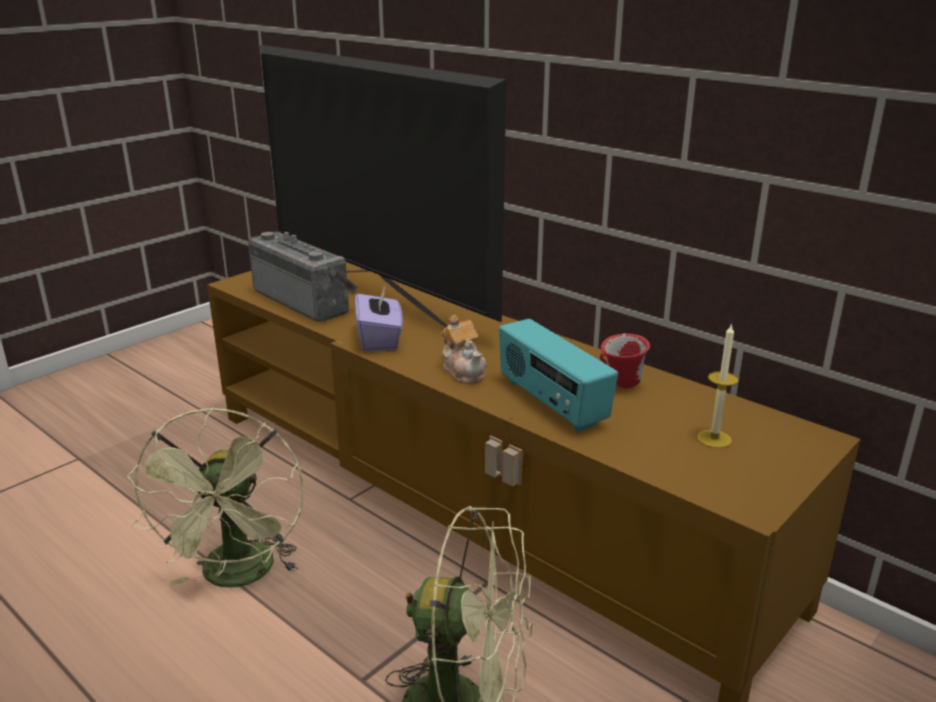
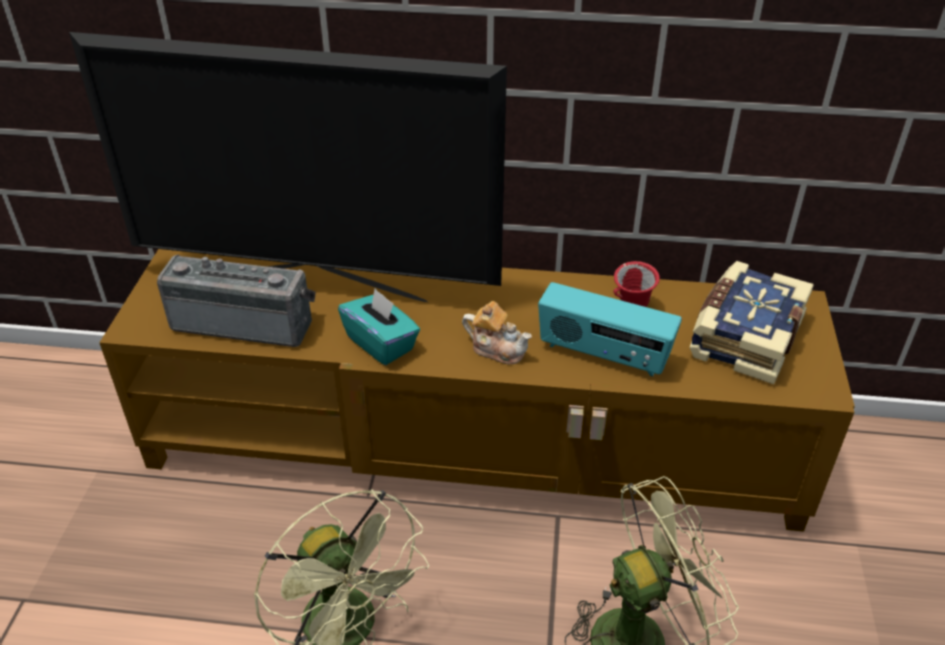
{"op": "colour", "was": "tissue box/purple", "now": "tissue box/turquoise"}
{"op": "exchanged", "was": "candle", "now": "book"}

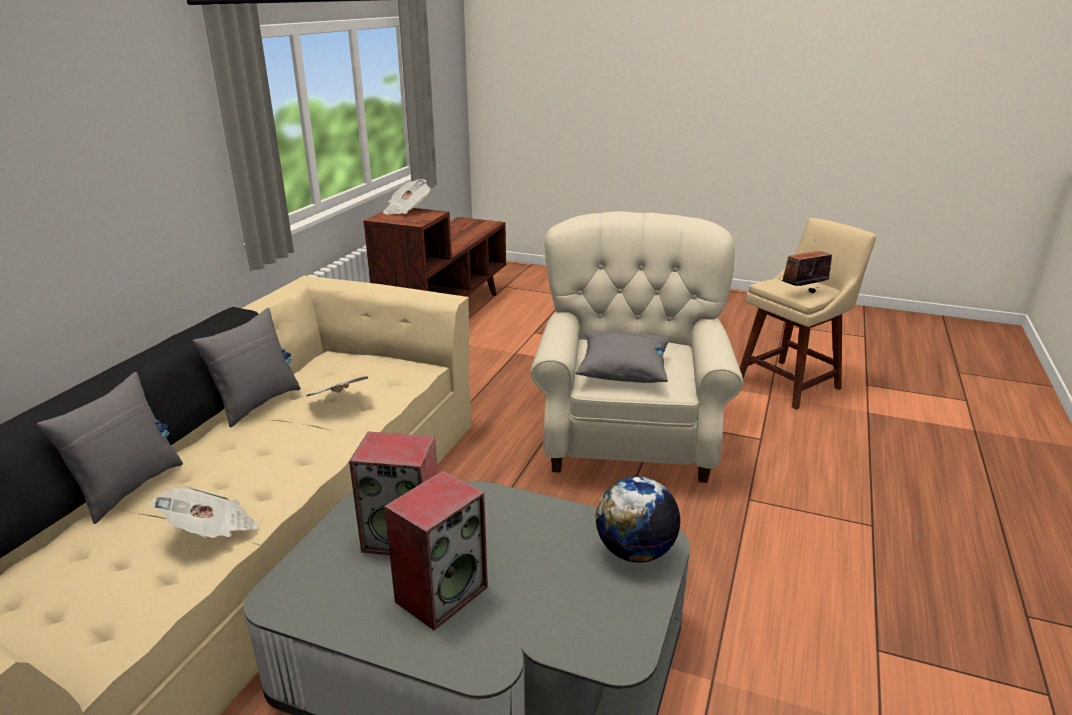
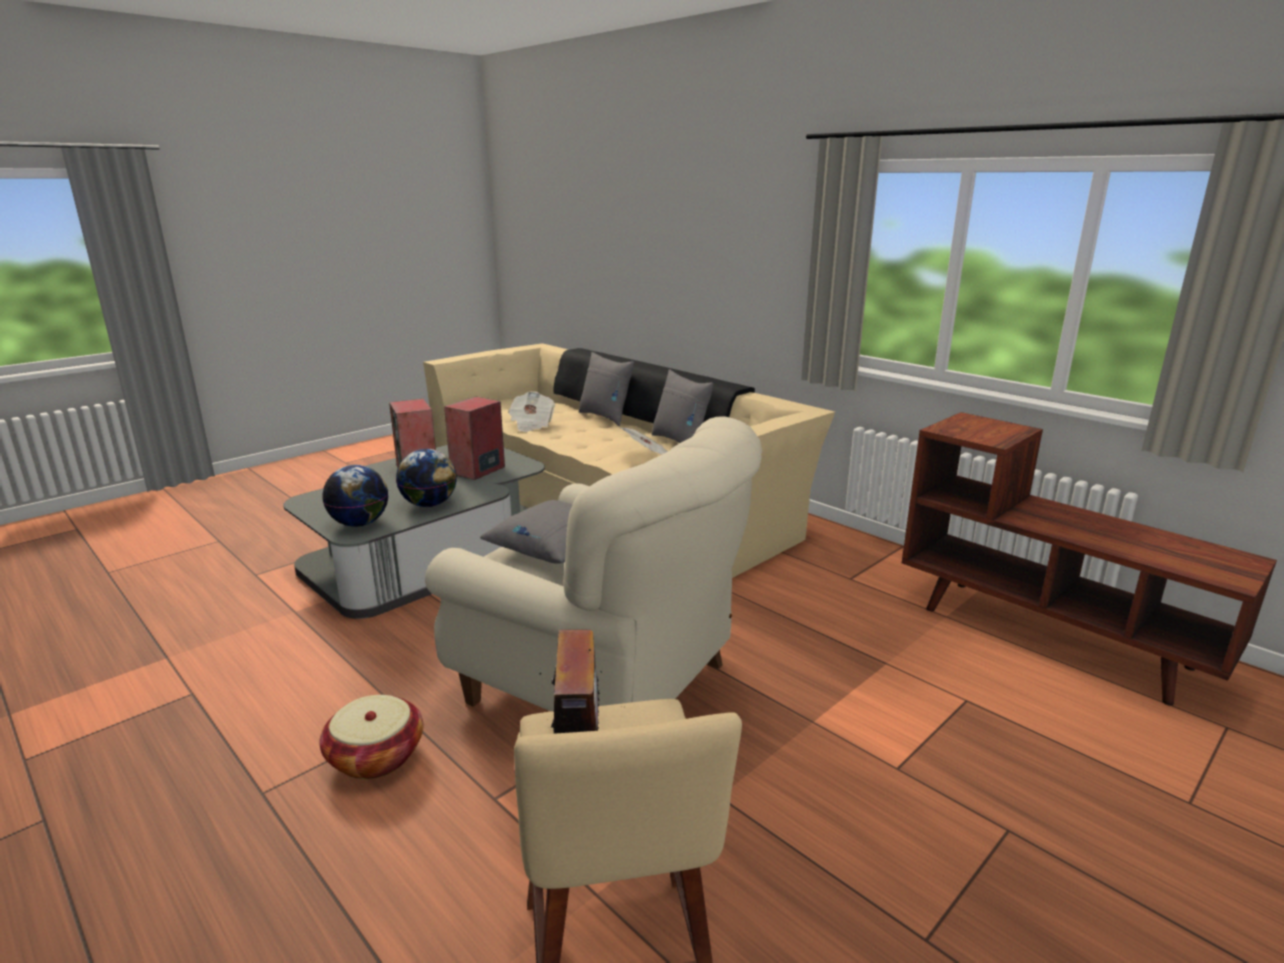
{"op": "missing", "was": "newspaper (no. 3 from left)"}
{"op": "appeared", "now": "globe (no. 2 from left)"}
{"op": "appeared", "now": "basket"}

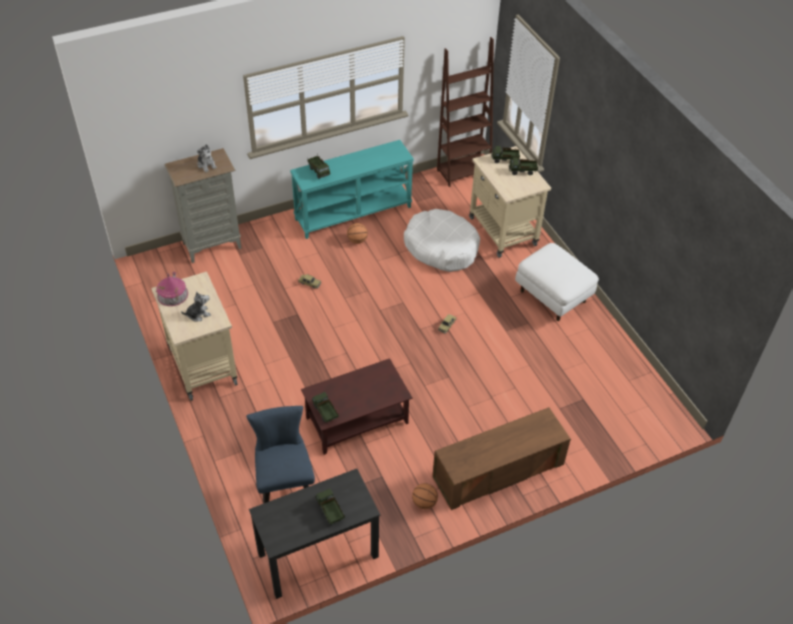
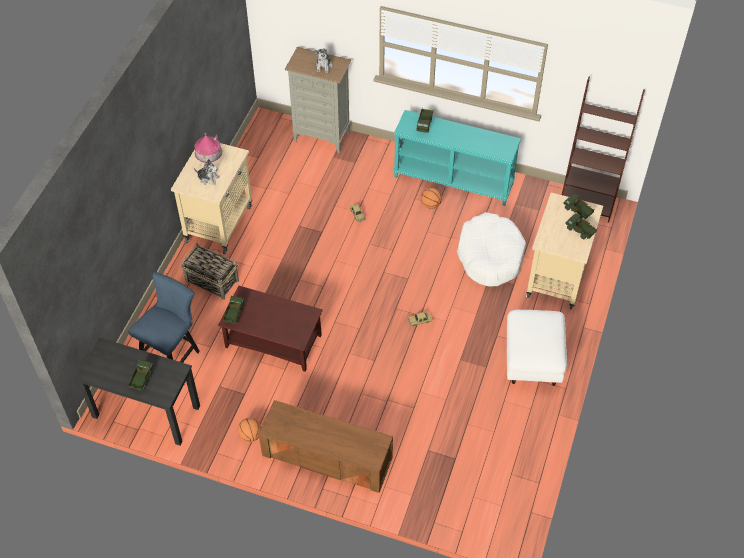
{"op": "appeared", "now": "basket"}

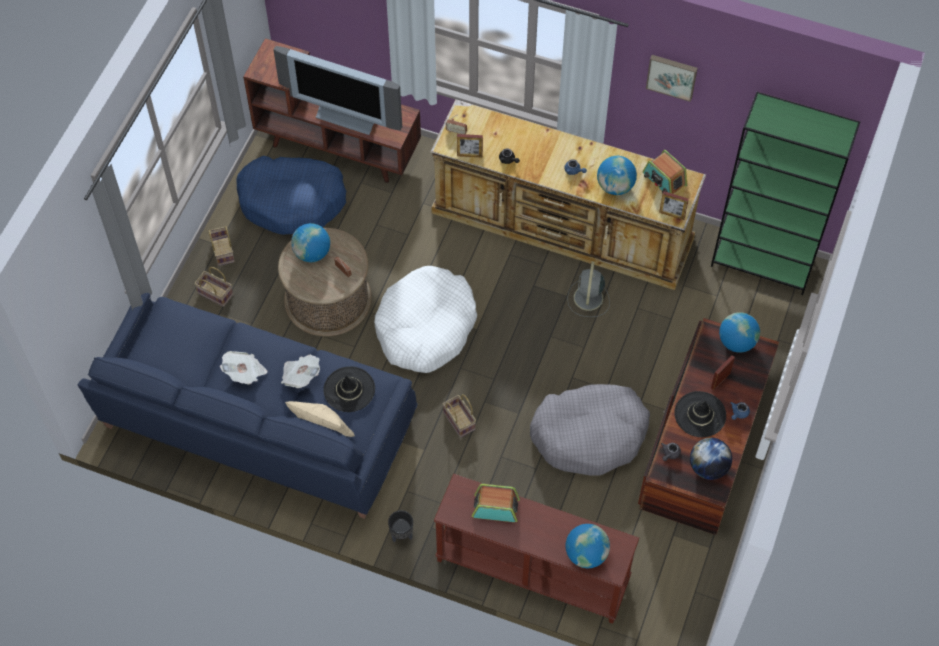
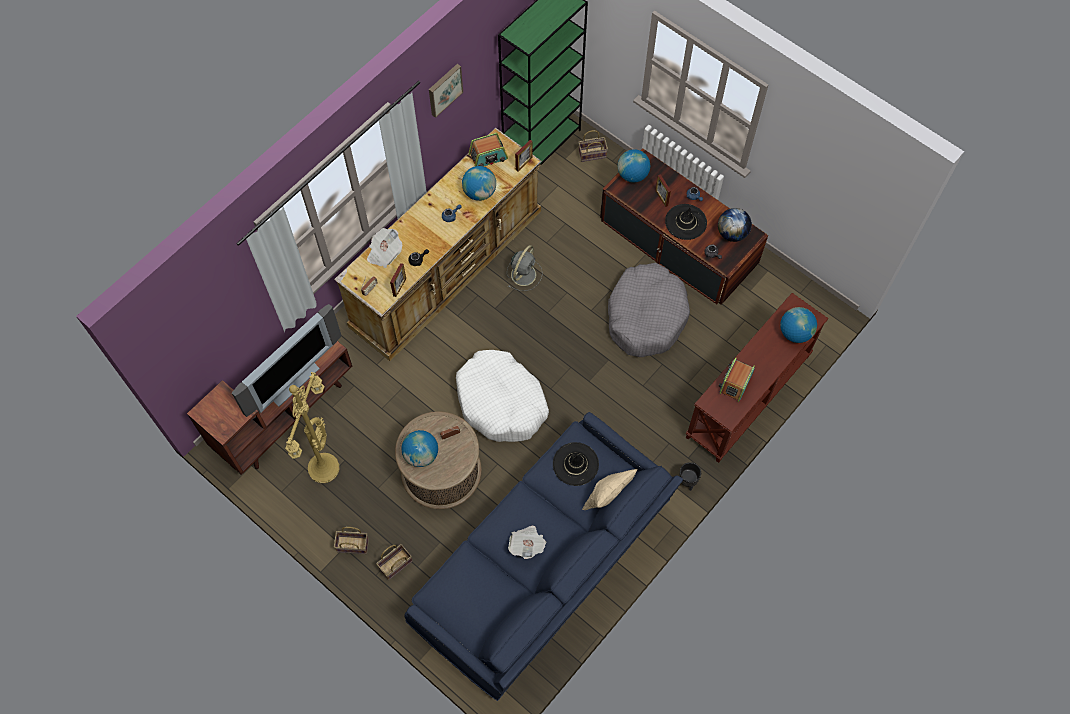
{"op": "exchanged", "was": "dog bed/blue", "now": "floor lamp/yellow"}
{"op": "spun", "was": "fan/grey", "clockwise": -90}
{"op": "relocated", "was": "newspaper (no. 2 from left in the first image)", "now": "newspaper (no. 1 from left)"}
{"op": "relocated", "was": "basket (no. 3 from left)"}

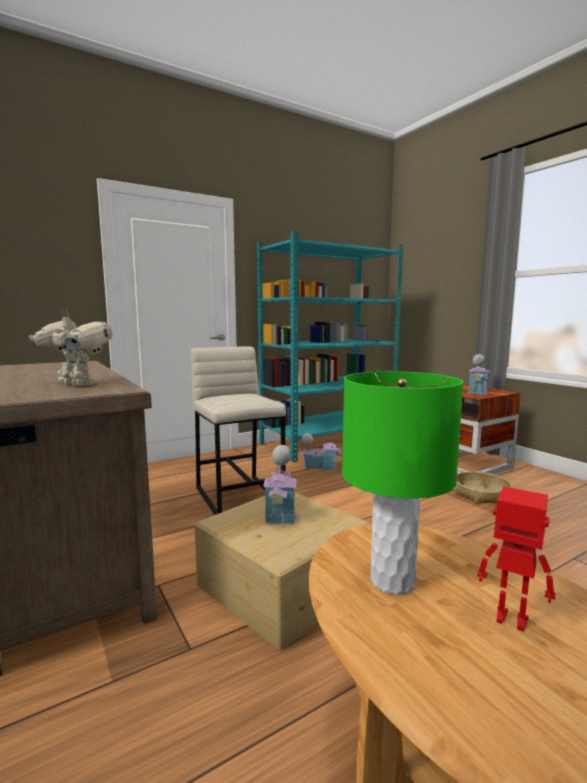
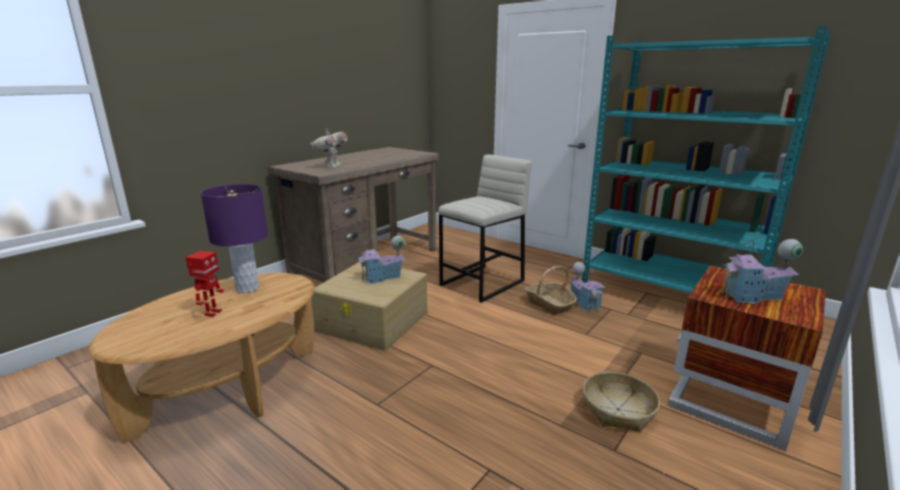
{"op": "colour", "was": "table lamp/green", "now": "table lamp/purple"}
{"op": "appeared", "now": "basket (no. 1 from left)"}

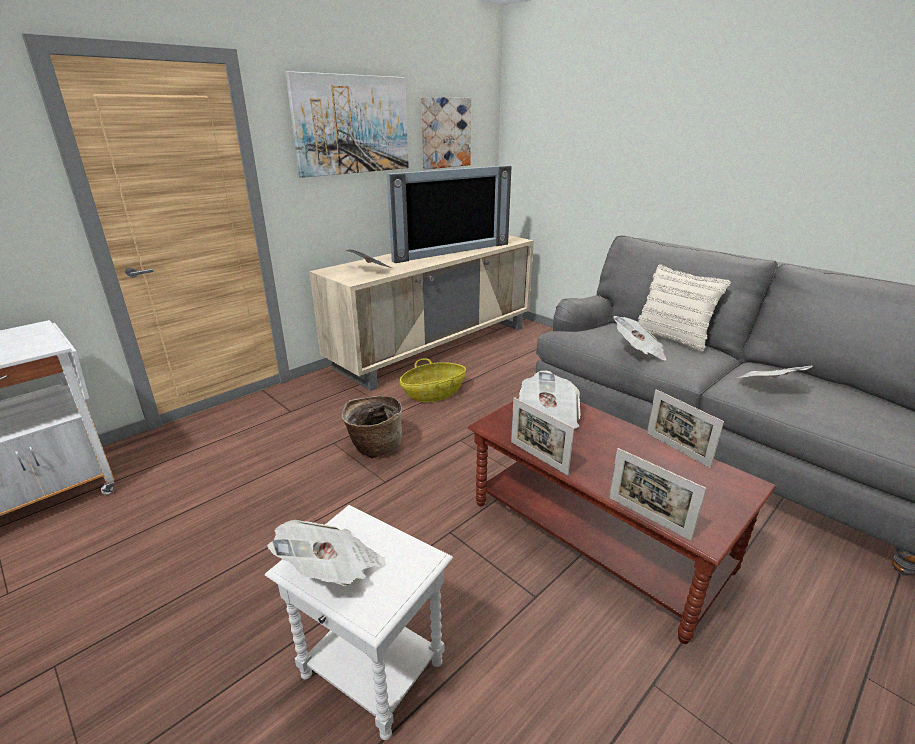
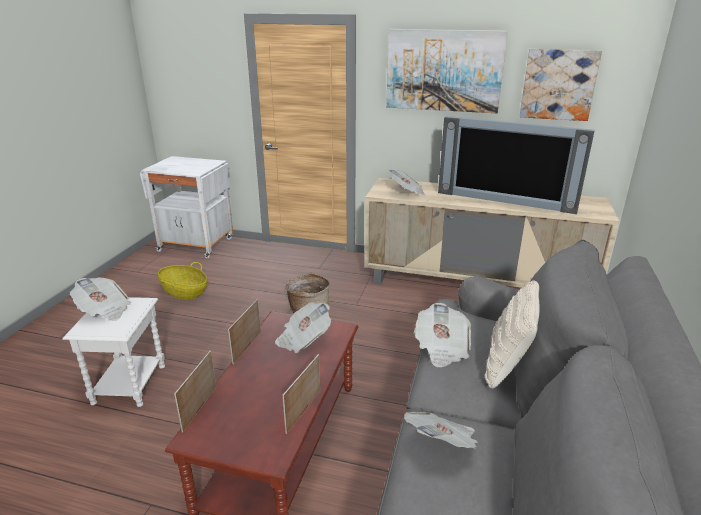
{"op": "relocated", "was": "basket (no. 2 from left in the first image)", "now": "basket (no. 1 from left)"}

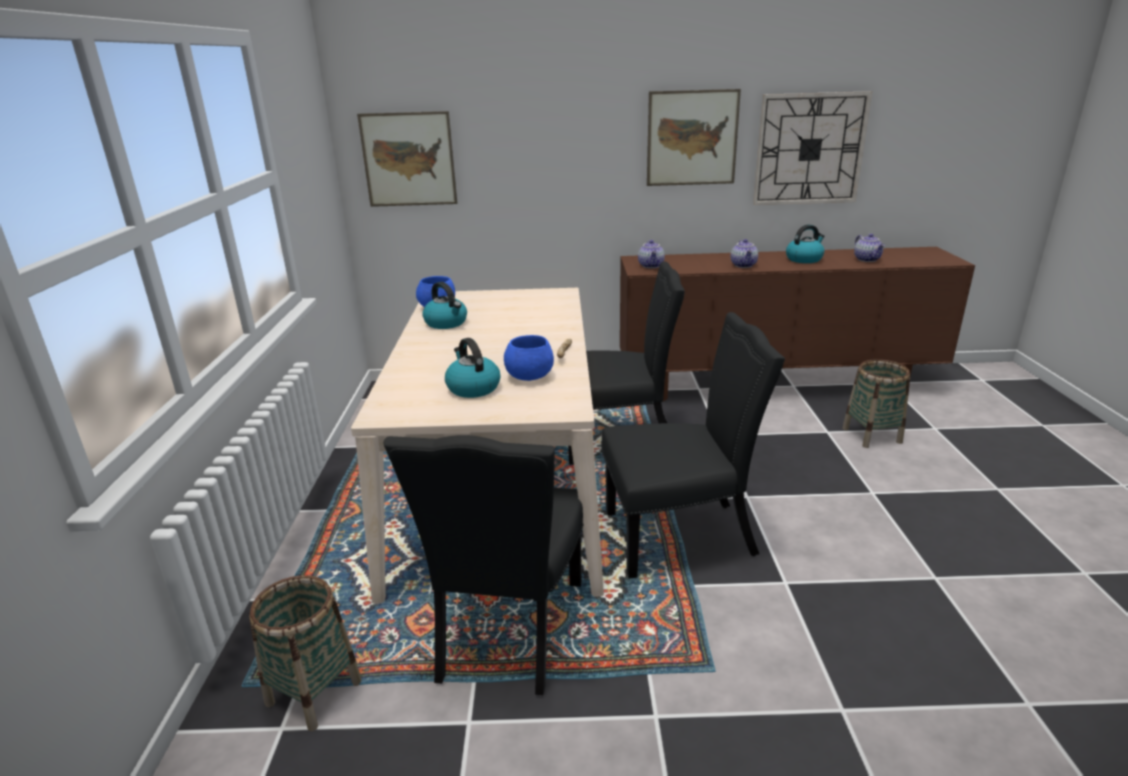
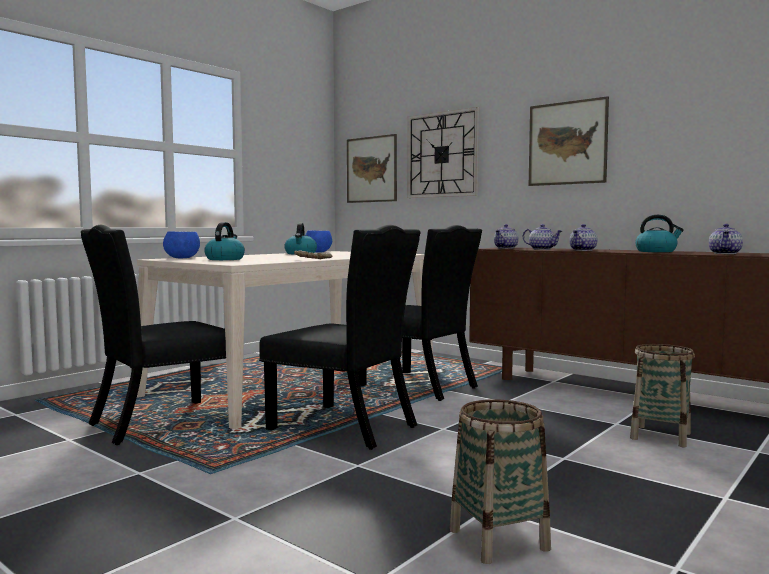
{"op": "relocated", "was": "wall clock"}
{"op": "relocated", "was": "bowl/blue (no. 2 from left in the first image)", "now": "bowl/blue (no. 1 from left)"}
{"op": "relocated", "was": "basket (no. 1 from left)"}
{"op": "appeared", "now": "teapot (no. 2 from left)"}

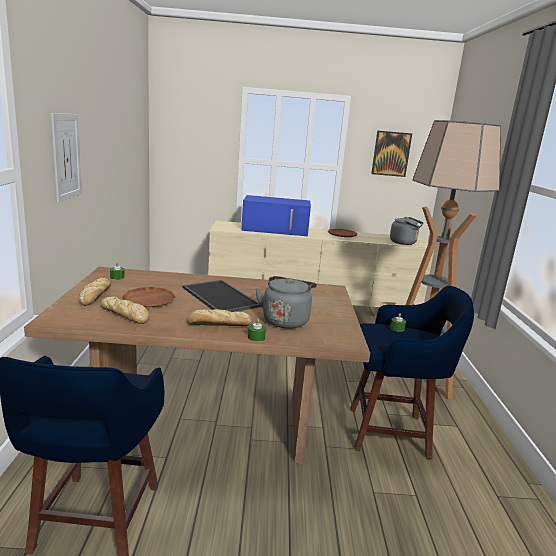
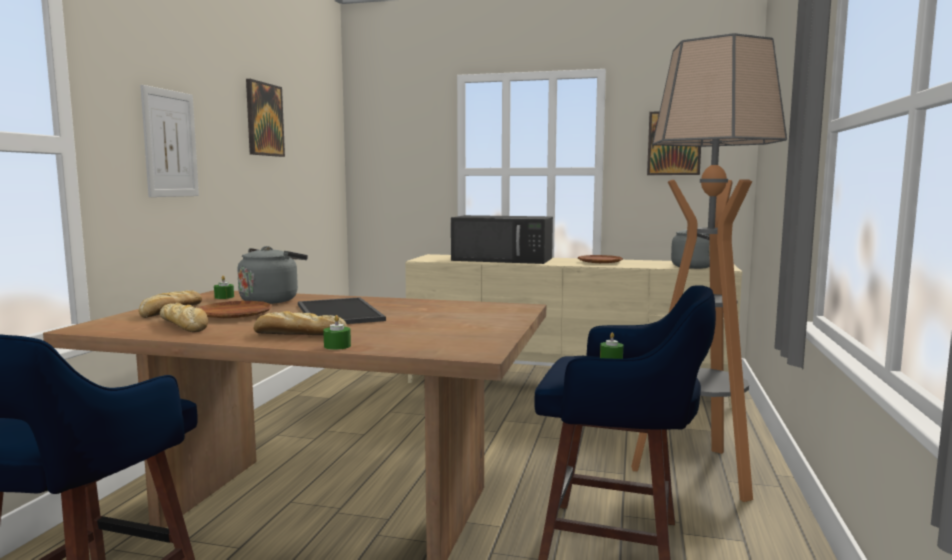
{"op": "colour", "was": "microwave/blue", "now": "microwave/black"}
{"op": "relocated", "was": "kettle/grey (no. 1 from left)"}
{"op": "appeared", "now": "picture (no. 2 from left)"}

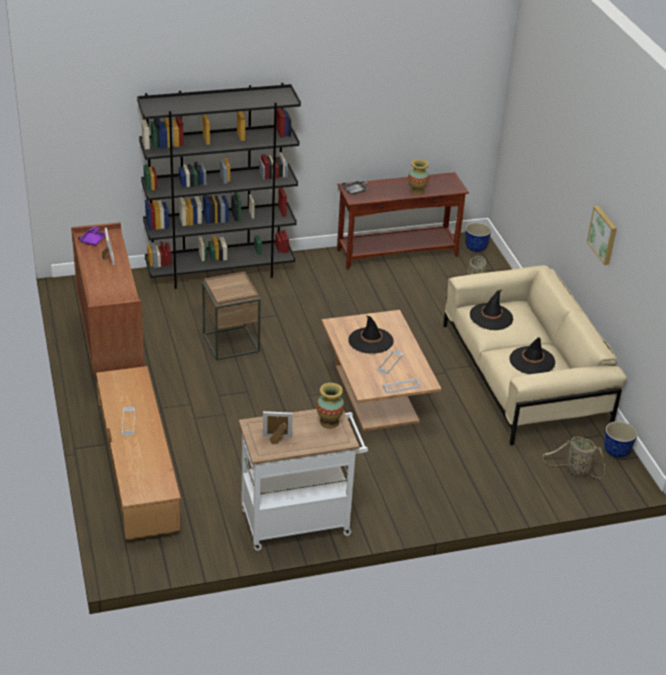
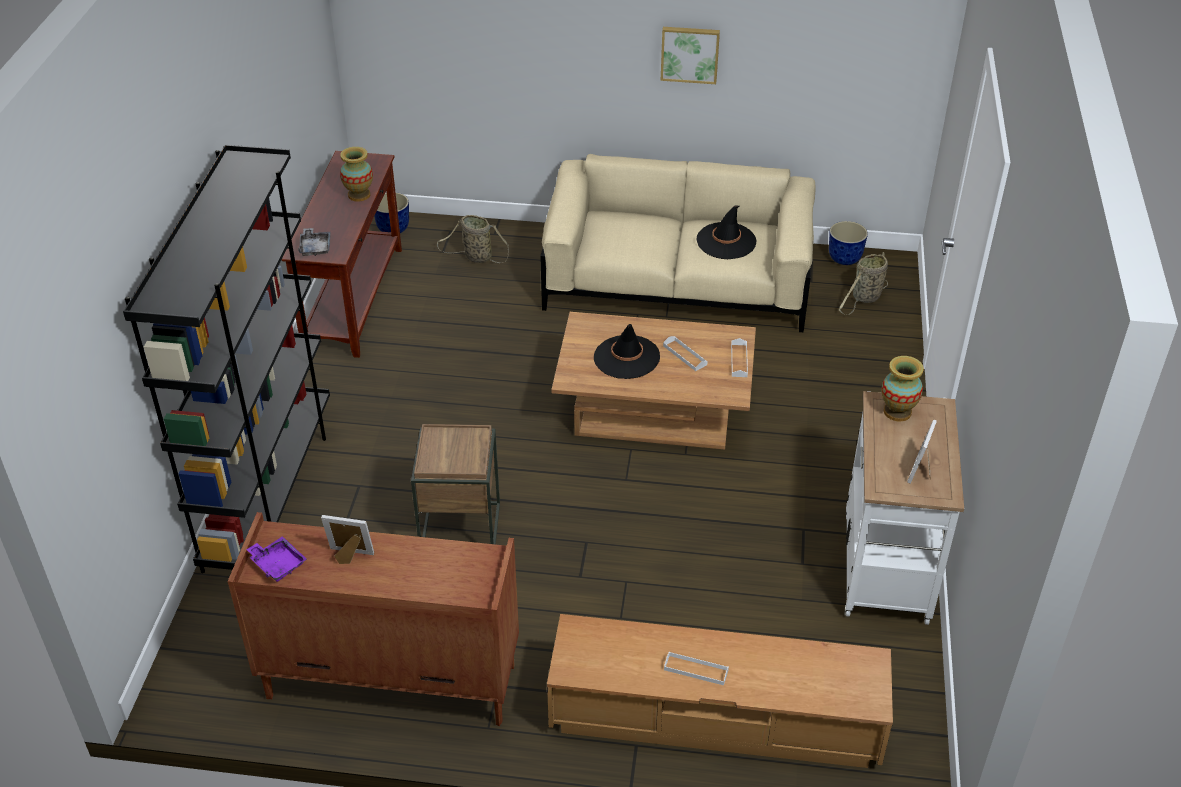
{"op": "missing", "was": "hat/black (no. 2 from left)"}

